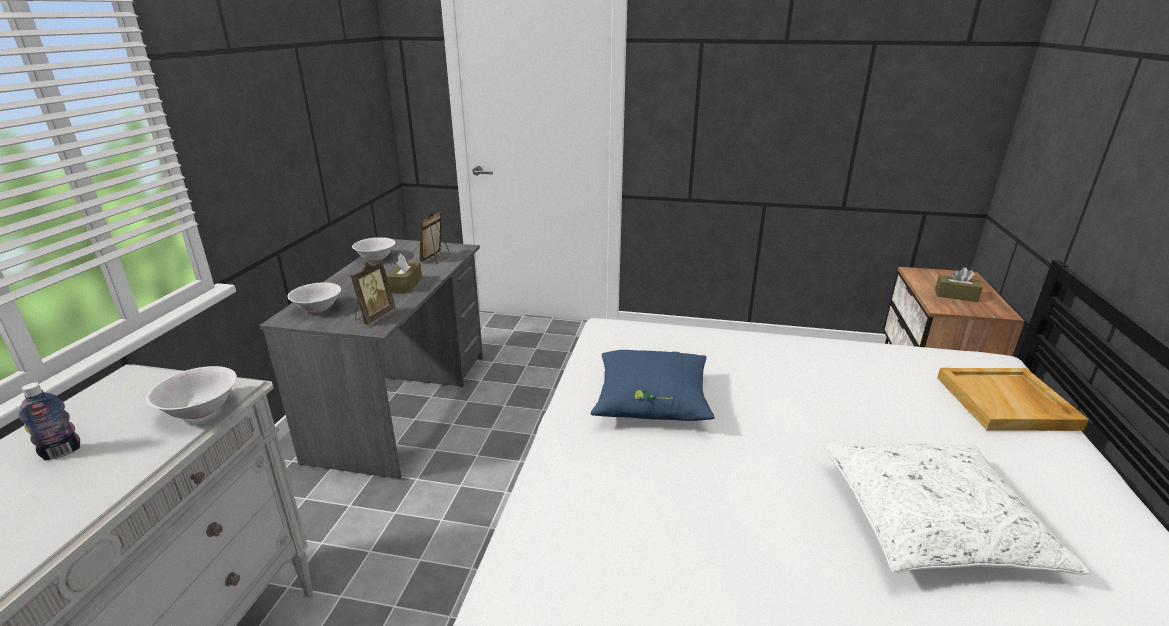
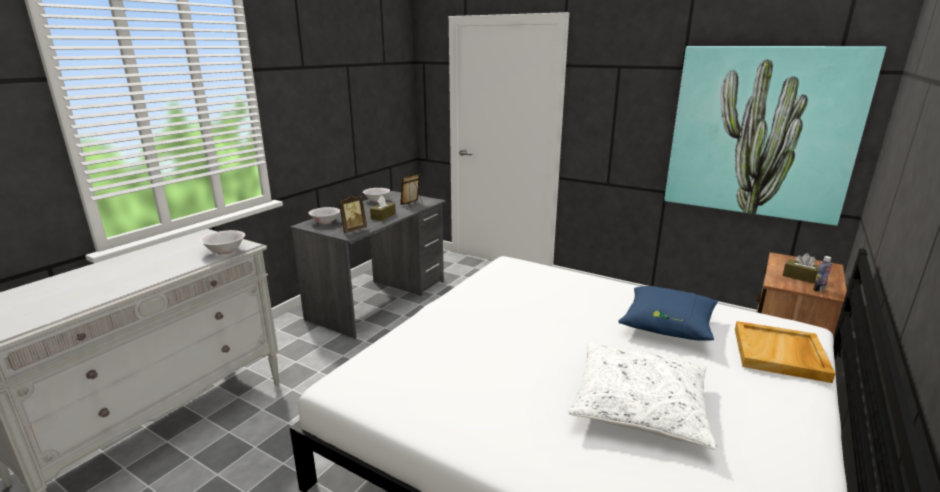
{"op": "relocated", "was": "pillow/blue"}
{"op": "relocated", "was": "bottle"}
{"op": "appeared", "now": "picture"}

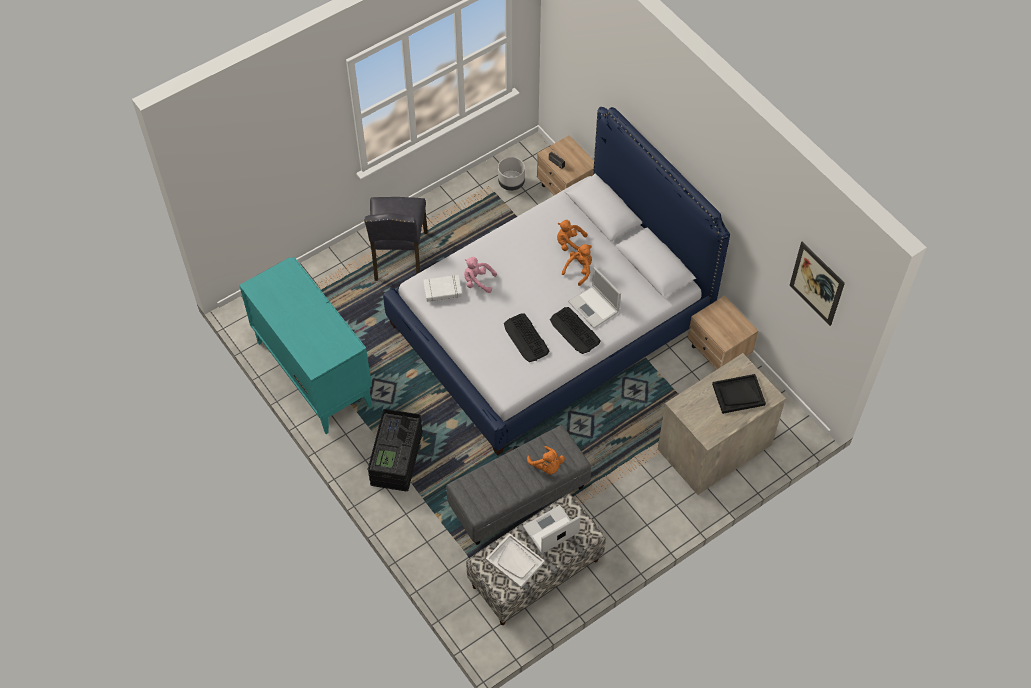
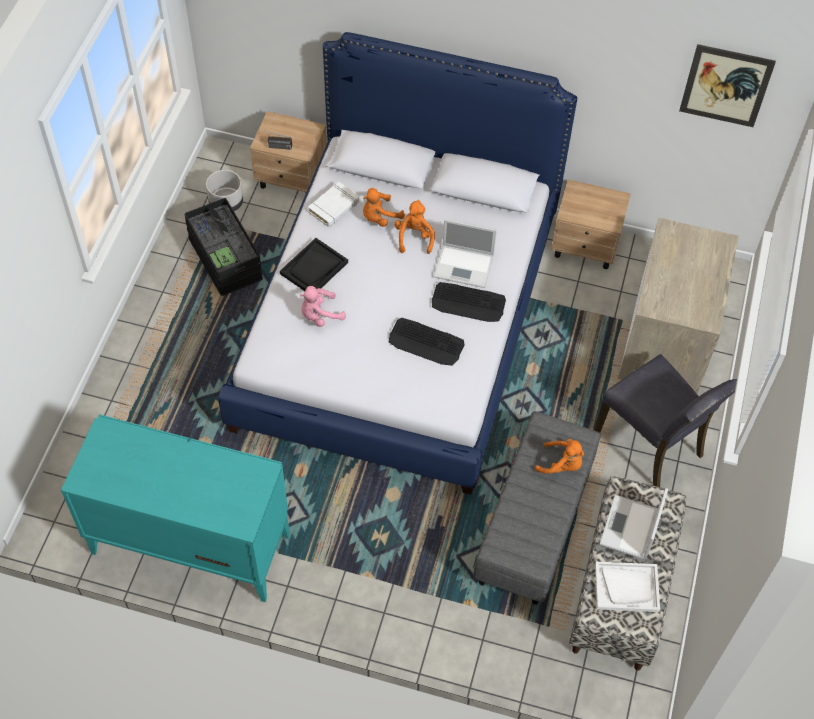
{"op": "relocated", "was": "chair/grey"}
{"op": "relocated", "was": "book/white"}
{"op": "relocated", "was": "tray/black"}
{"op": "relocated", "was": "storage box/black"}

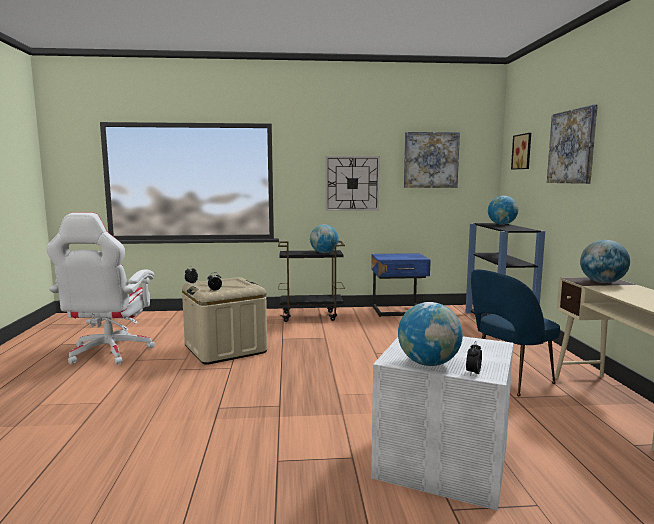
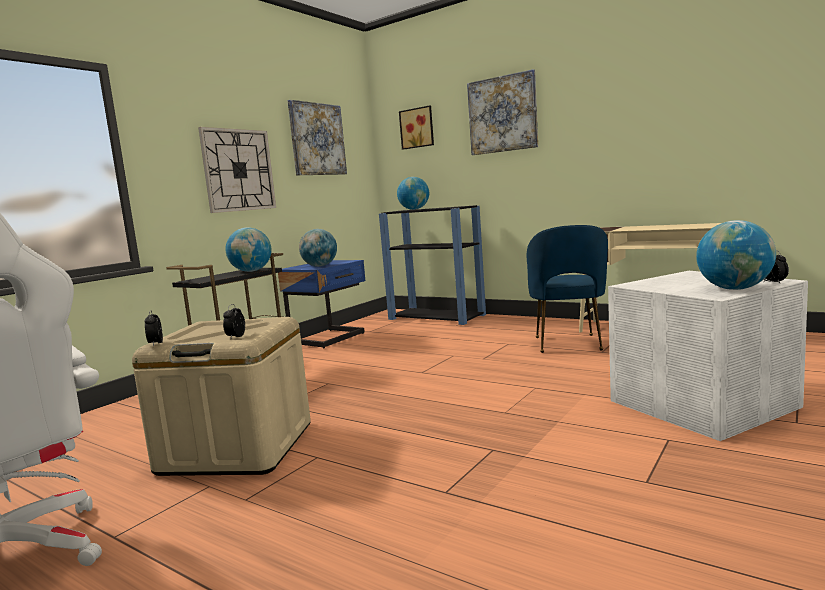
{"op": "relocated", "was": "globe (no. 4 from left in the first image)", "now": "globe (no. 2 from left)"}

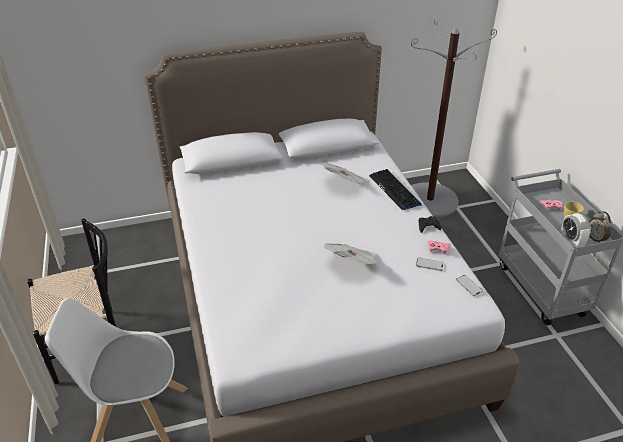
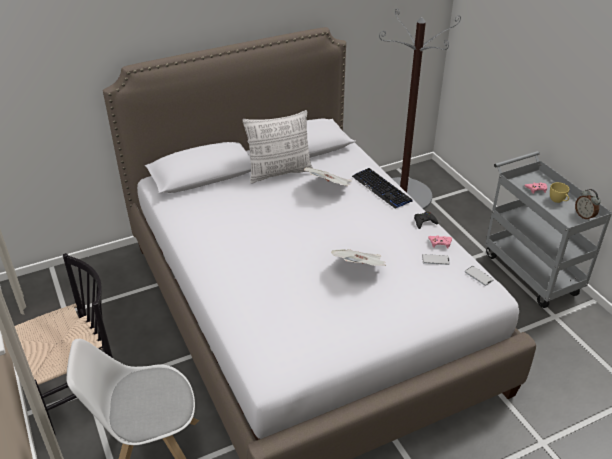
{"op": "missing", "was": "alarm clock (no. 1 from left)"}
{"op": "appeared", "now": "pillow"}

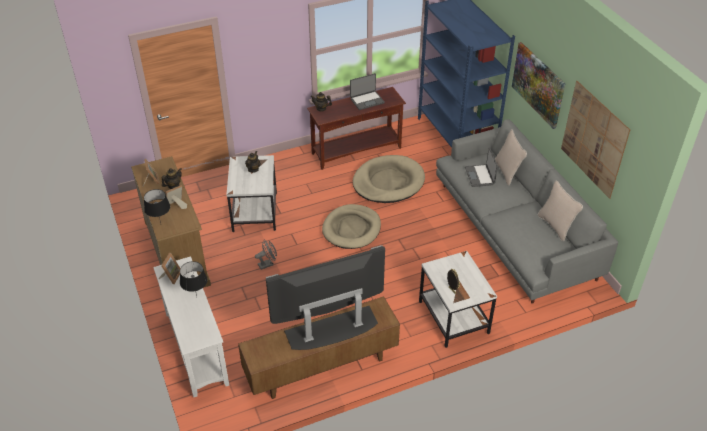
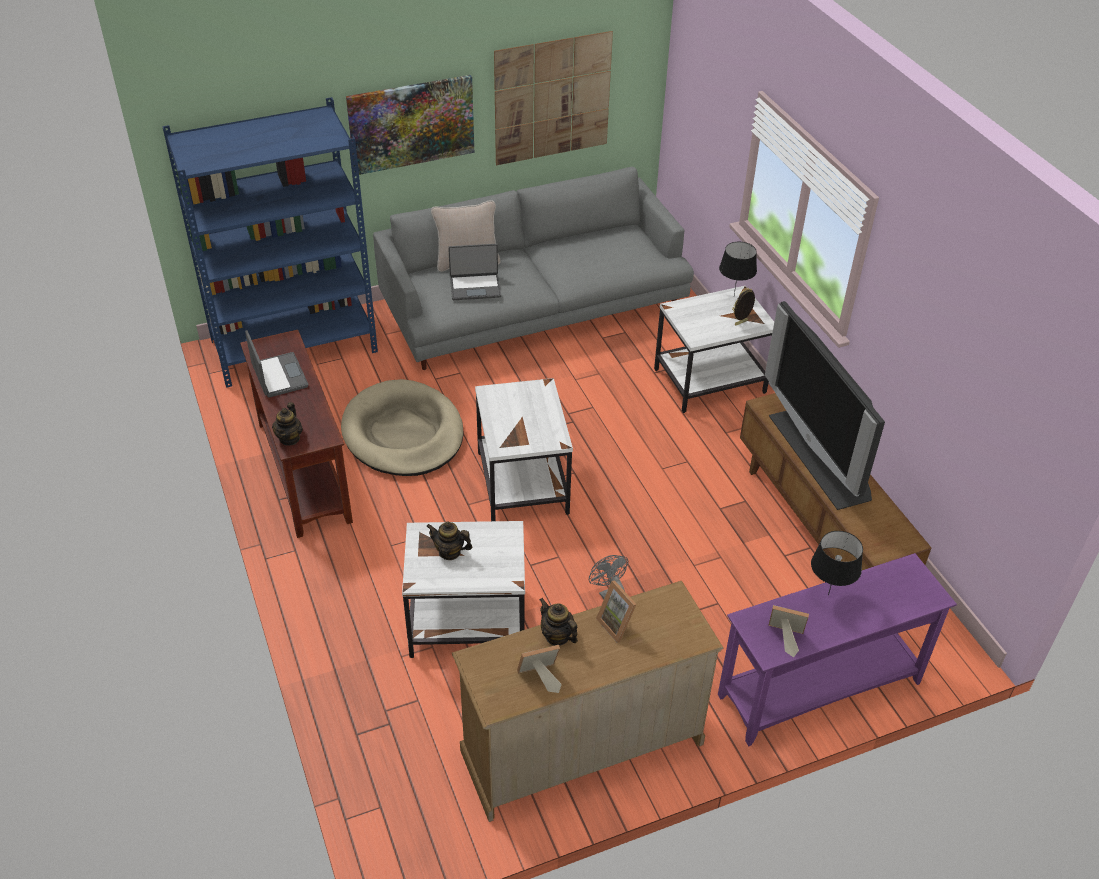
{"op": "missing", "was": "pillow/beige (no. 2 from left)"}
{"op": "relocated", "was": "table lamp/black (no. 1 from left)"}
{"op": "exchanged", "was": "dog bed/beige (no. 1 from left)", "now": "side table/white (no. 2 from left)"}
{"op": "colour", "was": "console table/white", "now": "console table/purple"}

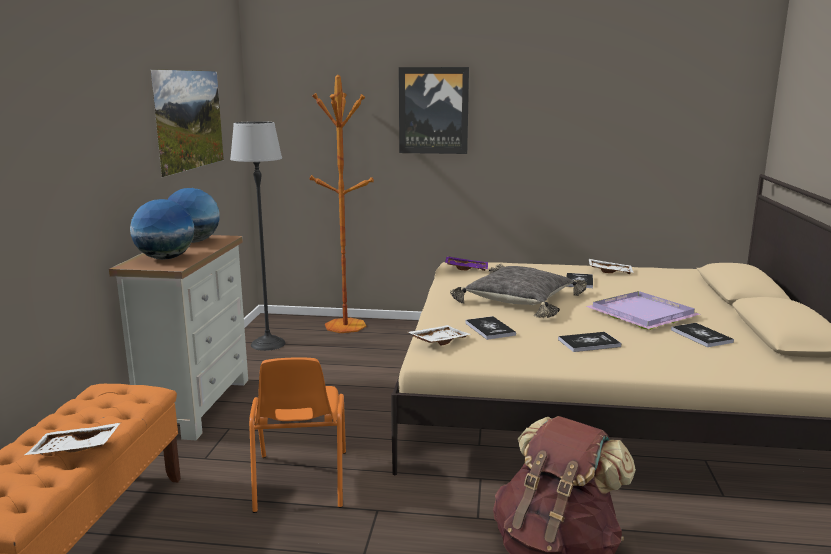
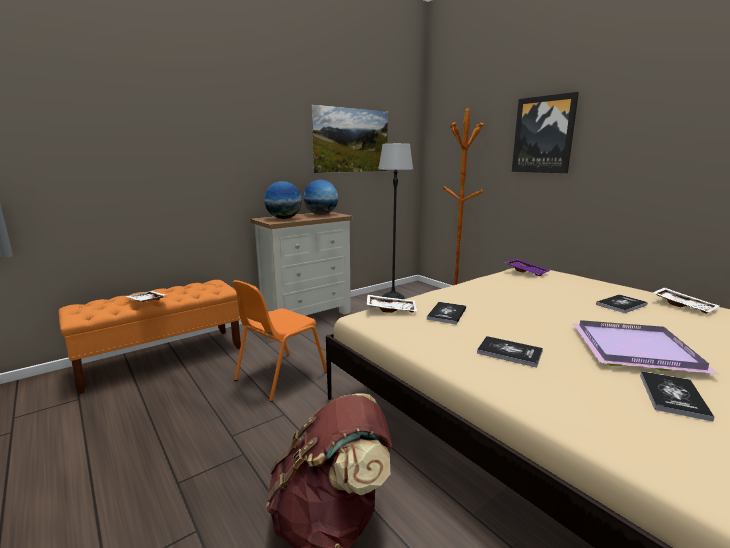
{"op": "missing", "was": "pillow"}

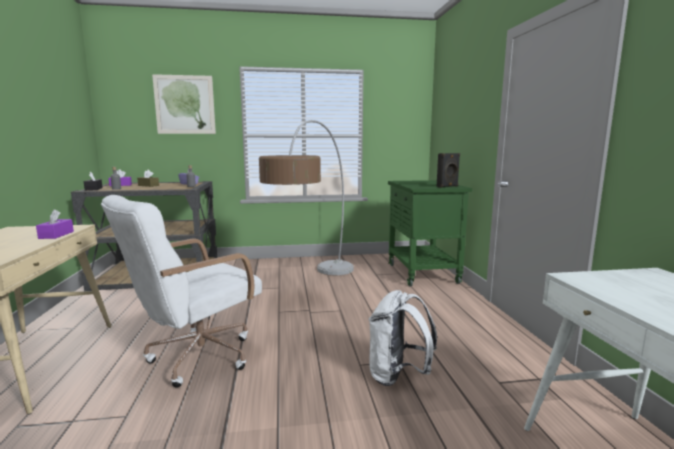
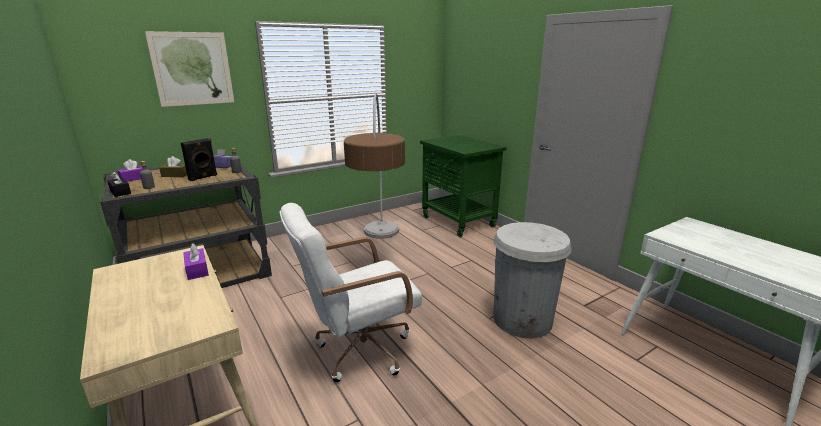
{"op": "relocated", "was": "speaker/black"}
{"op": "spun", "was": "office chair/white", "clockwise": 45}
{"op": "exchanged", "was": "backpack/white", "now": "trash can/white"}

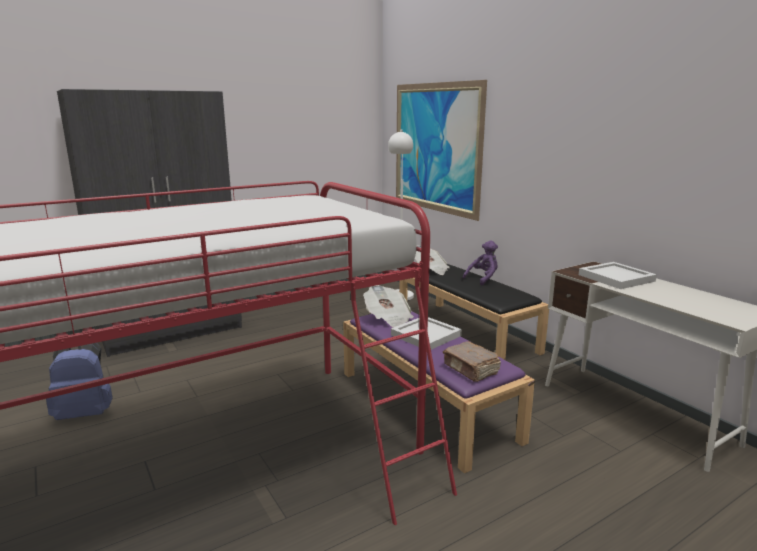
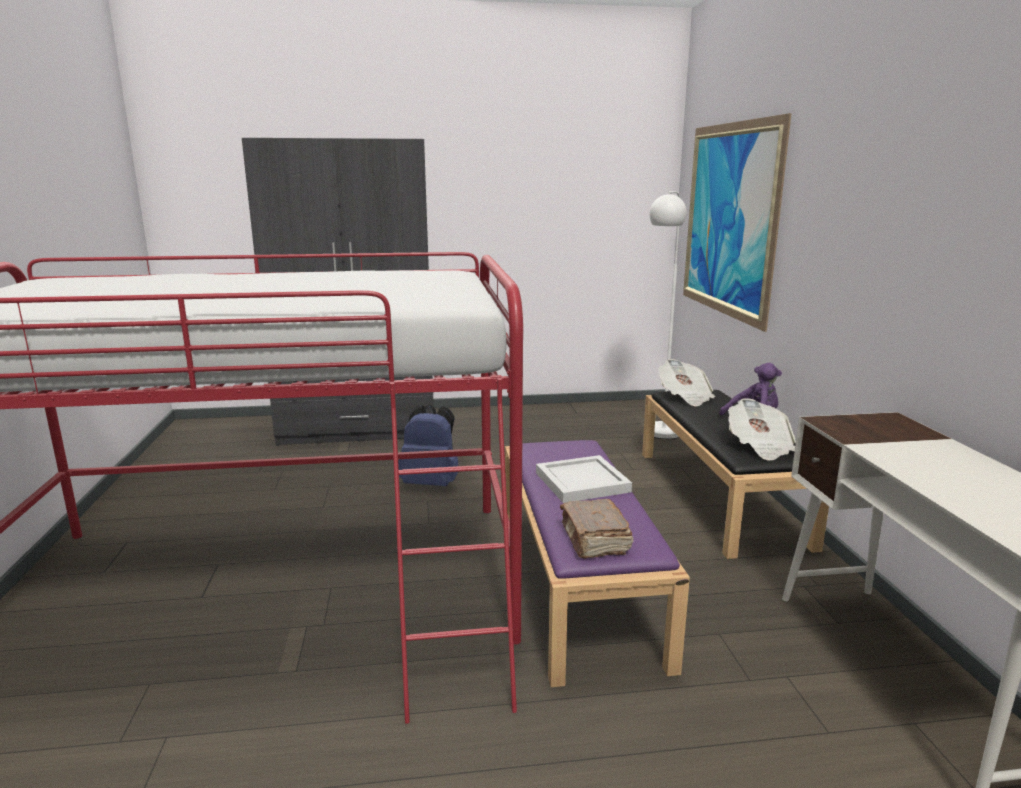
{"op": "missing", "was": "tray/white (no. 2 from left)"}
{"op": "relocated", "was": "newspaper (no. 1 from left in the first image)", "now": "newspaper (no. 2 from left)"}
{"op": "relocated", "was": "backpack/blue"}

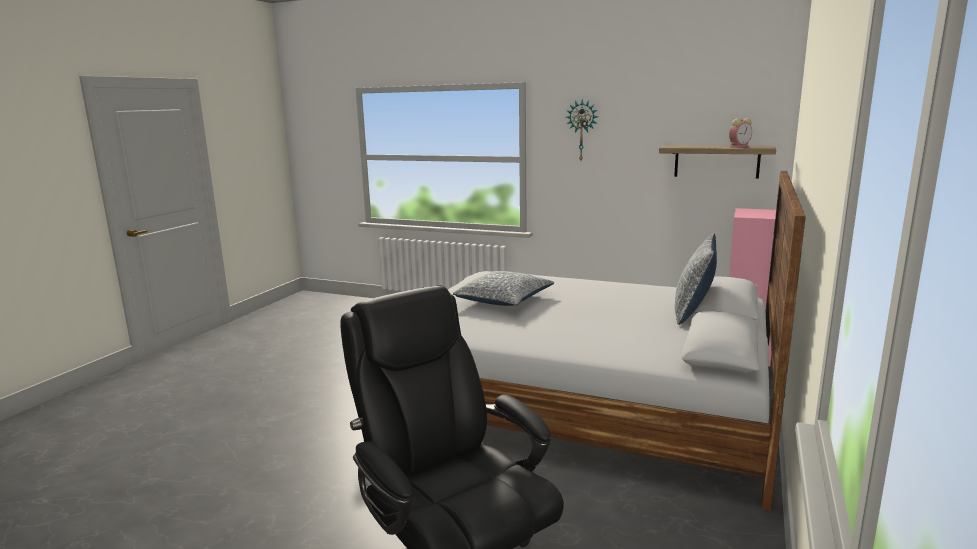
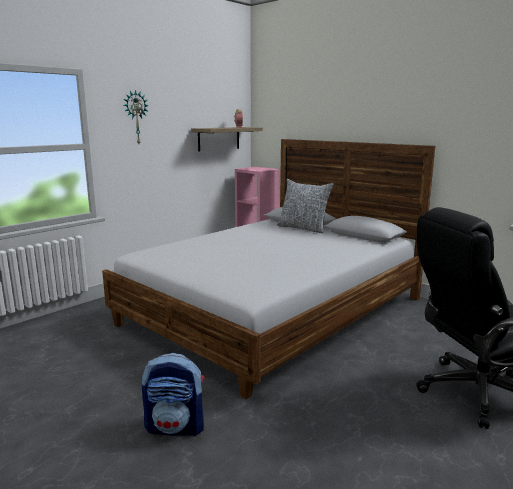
{"op": "missing", "was": "pillow (no. 1 from left)"}
{"op": "appeared", "now": "backpack"}

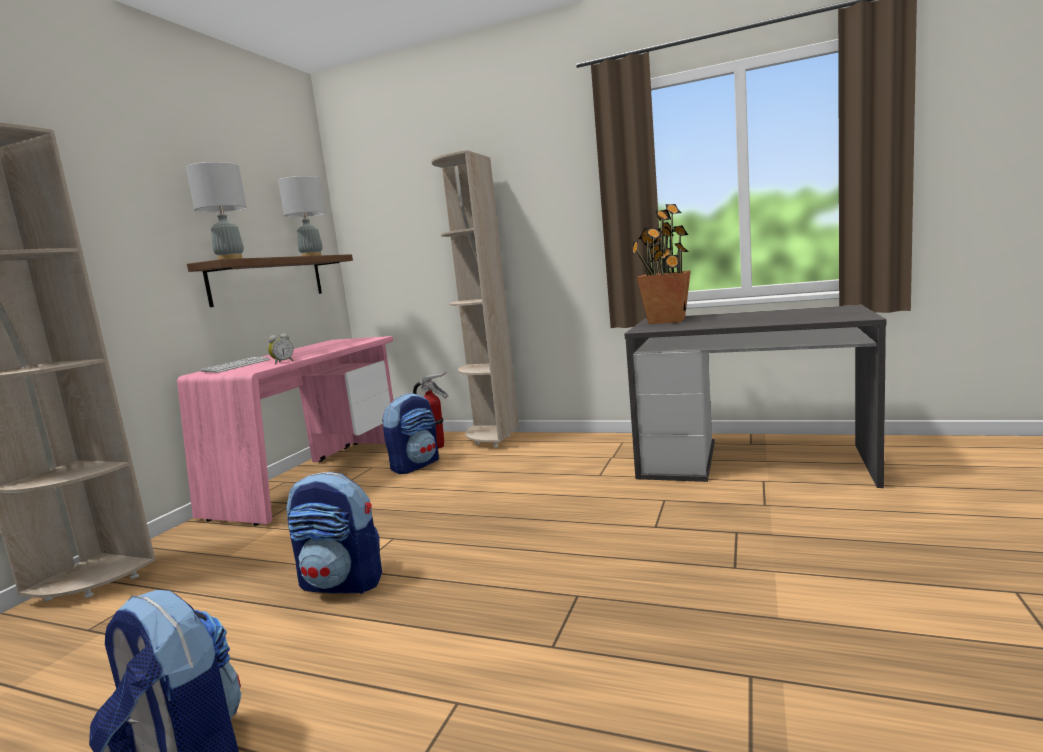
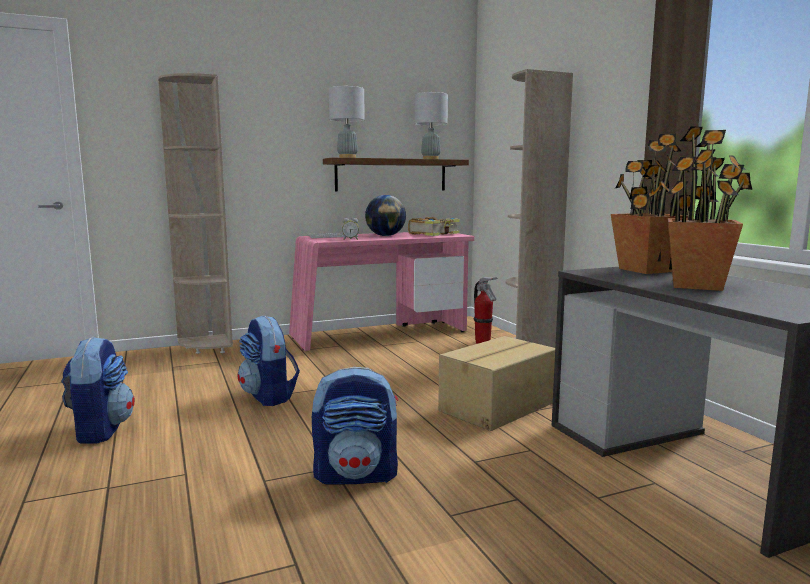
{"op": "relocated", "was": "backpack (no. 3 from left)"}
{"op": "appeared", "now": "potted plant (no. 2 from left)"}
{"op": "appeared", "now": "globe"}
{"op": "appeared", "now": "book"}
{"op": "appeared", "now": "cardboard box"}

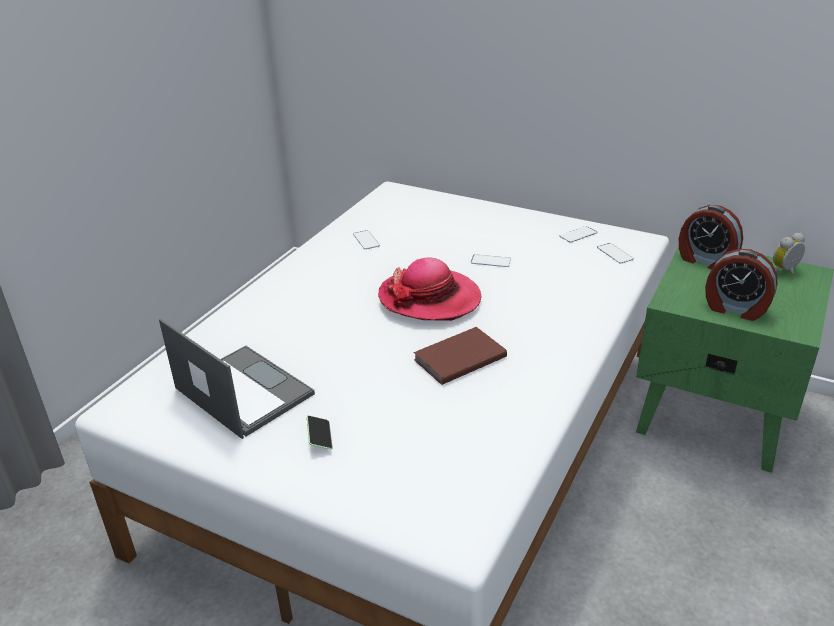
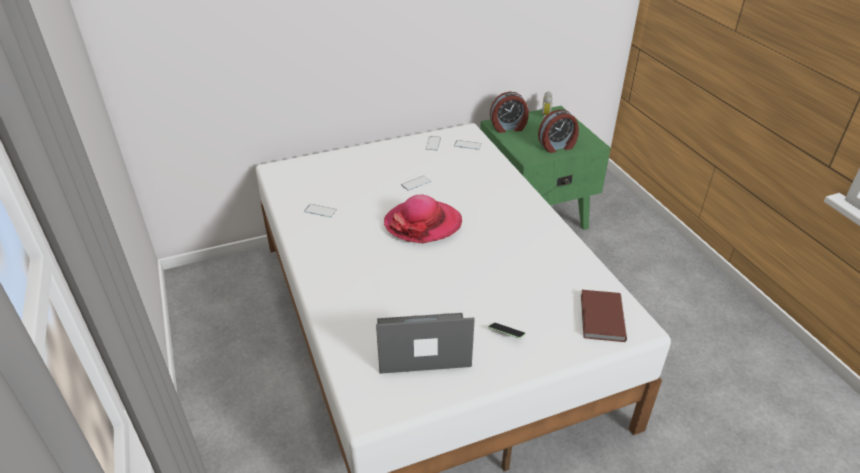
{"op": "relocated", "was": "book/brown"}

